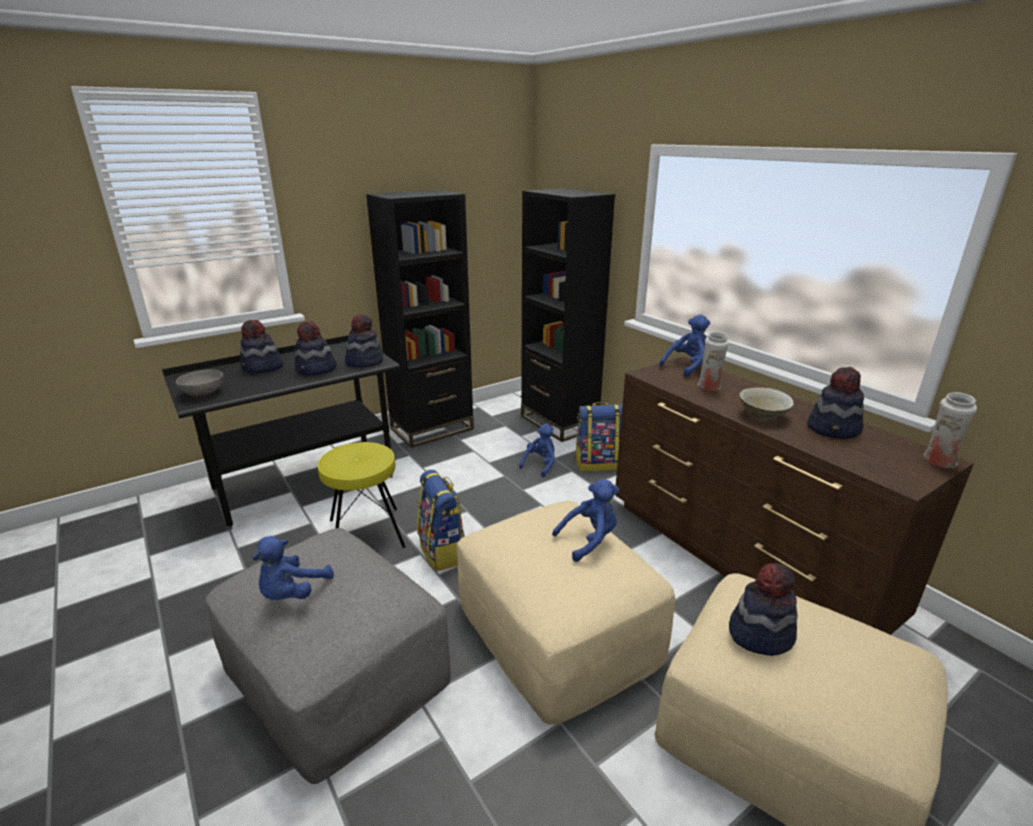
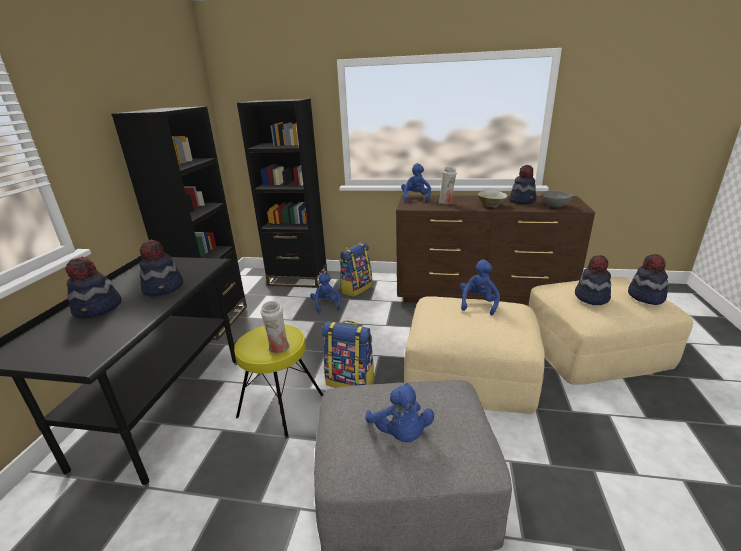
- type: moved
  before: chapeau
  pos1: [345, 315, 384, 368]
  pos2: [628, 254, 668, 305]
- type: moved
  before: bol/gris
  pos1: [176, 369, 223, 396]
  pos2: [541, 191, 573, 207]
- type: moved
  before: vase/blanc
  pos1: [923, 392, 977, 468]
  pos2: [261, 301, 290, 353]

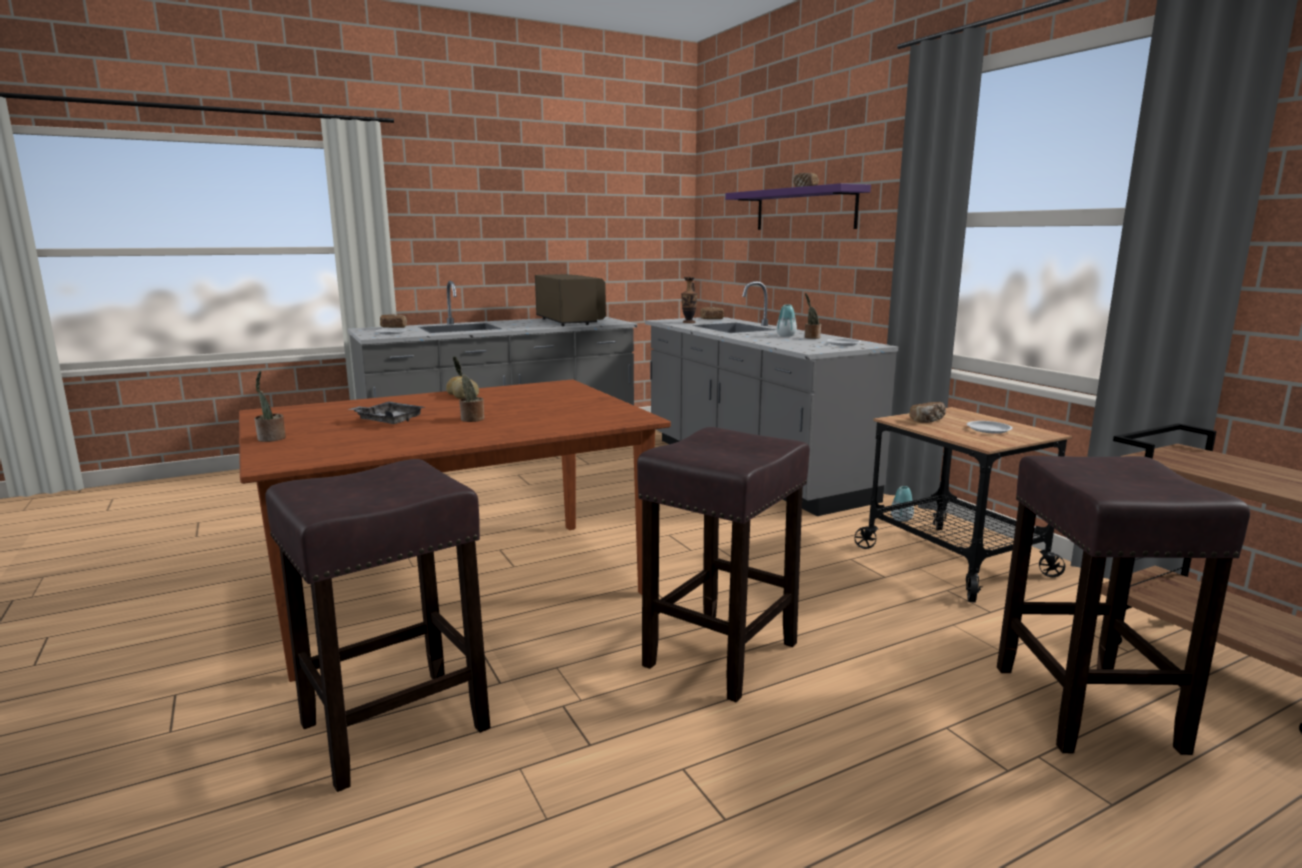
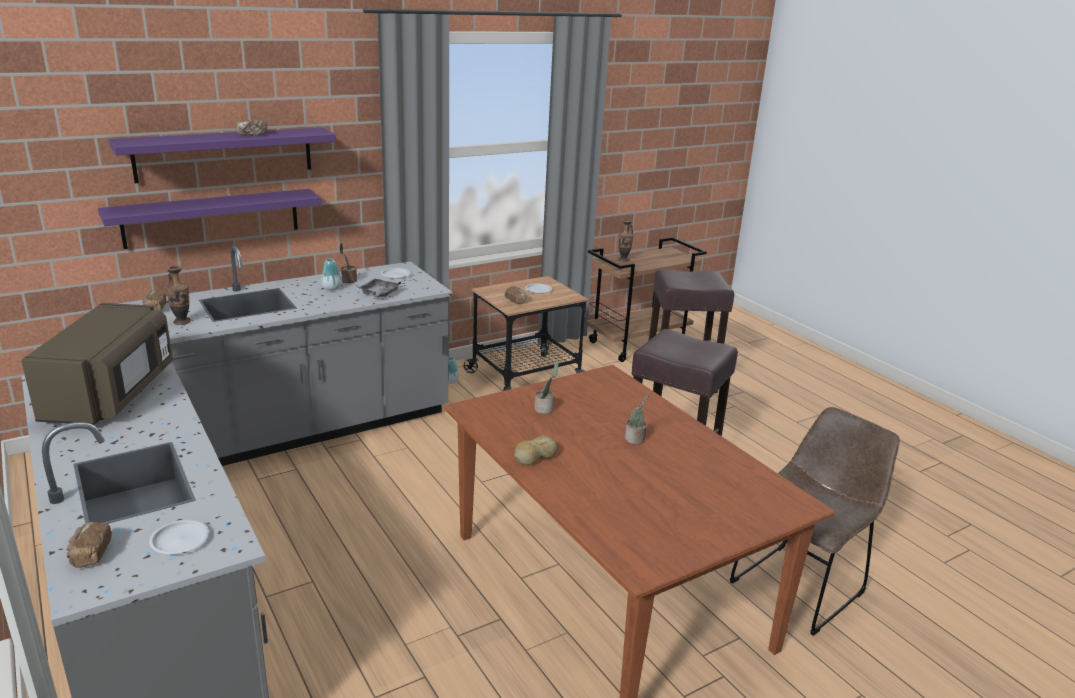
- type: turned
  before: micro-ondes/marron
  pos1: [535, 274, 606, 326]
  pos2: [21, 303, 173, 425]
  turn: 120
- type: moved
  before: plante en pot
  pos1: [255, 371, 286, 442]
  pos2: [534, 360, 559, 414]
- type: moved
  before: plateau/gris
  pos1: [349, 401, 425, 424]
  pos2: [358, 279, 401, 297]
- type: replaced
  before: tabouret/marron
  after: chaise/marron
  pos1: [265, 459, 490, 792]
  pos2: [730, 407, 900, 636]
- type: added
  after: étagère/violet
  pos2: [98, 189, 322, 249]
- type: added
  after: vase
  pos2: [618, 219, 634, 262]

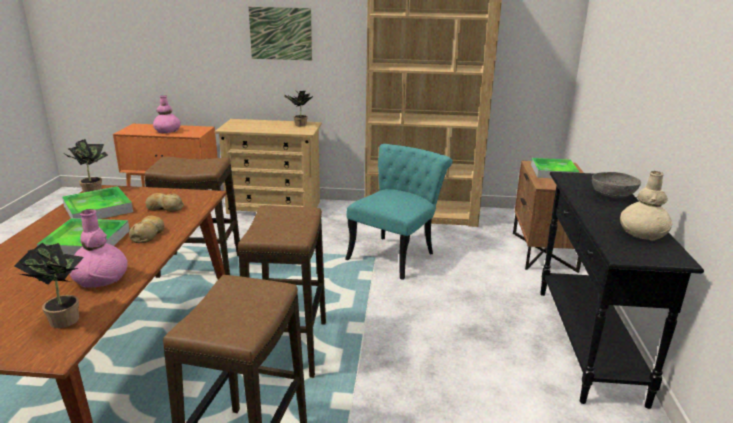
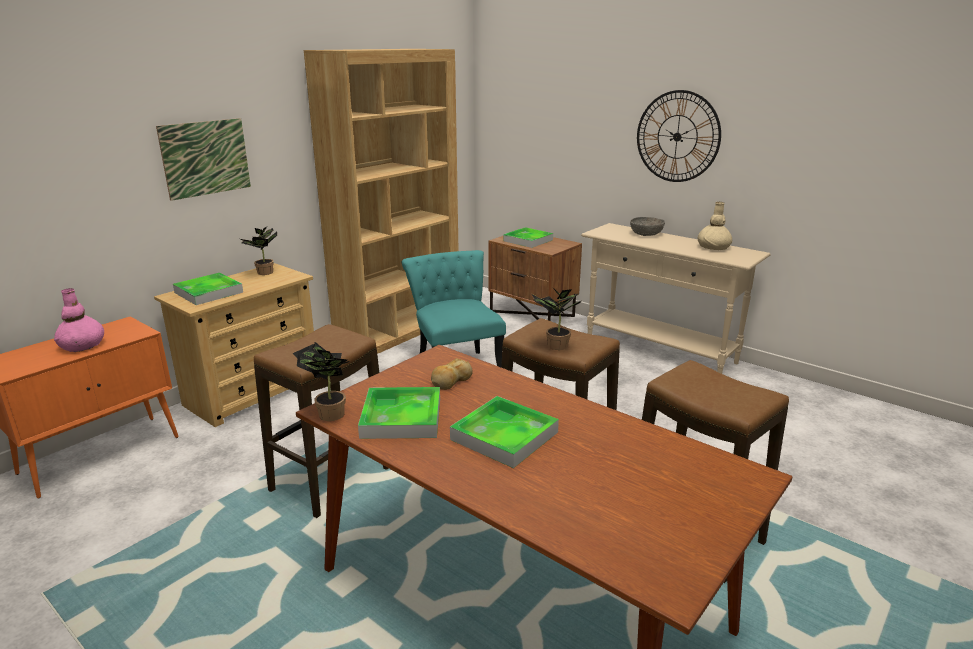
- type: recoloured
  before: table console/noir
  after: table console/beige
  pos1: [540, 172, 704, 409]
  pos2: [581, 223, 771, 374]
- type: removed
  before: vase/rose
  pos1: [70, 209, 128, 288]
- type: removed
  before: pain
  pos1: [129, 216, 165, 243]
- type: moved
  before: plante en pot
  pos1: [14, 242, 84, 328]
  pos2: [532, 288, 581, 350]
- type: added
  after: horloge murale
  pos2: [637, 90, 721, 182]
- type: added
  after: plateau
  pos2: [173, 273, 243, 305]

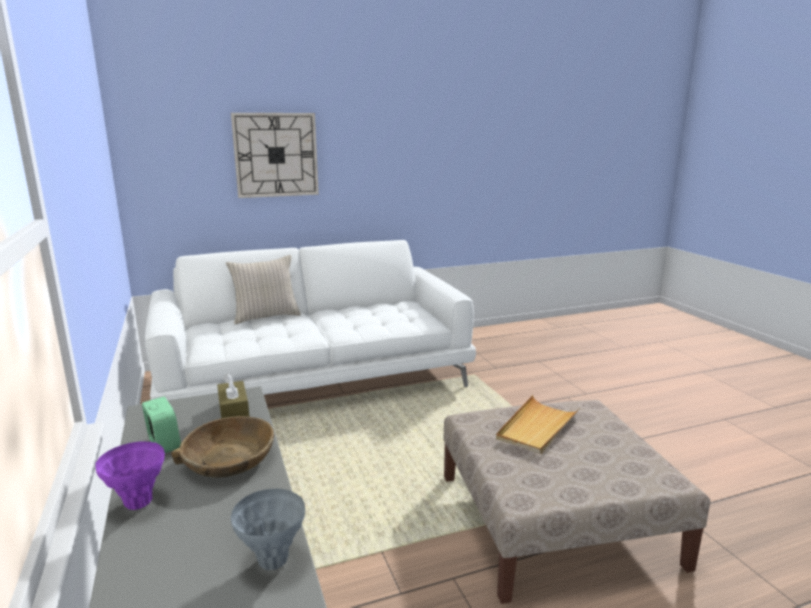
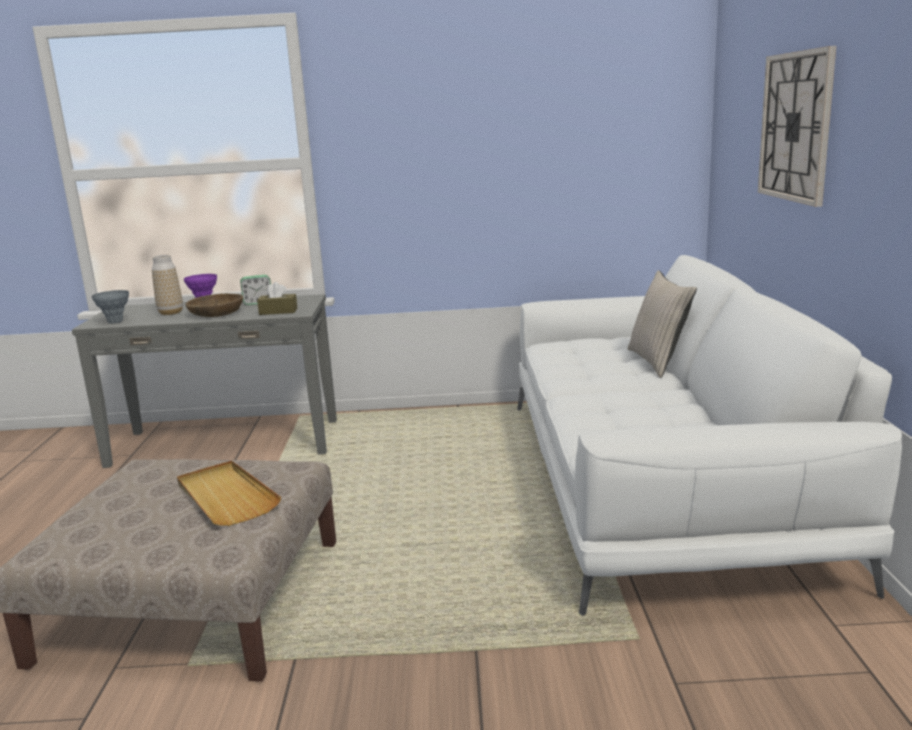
- type: added
  after: vase
  pos2: [152, 255, 183, 315]

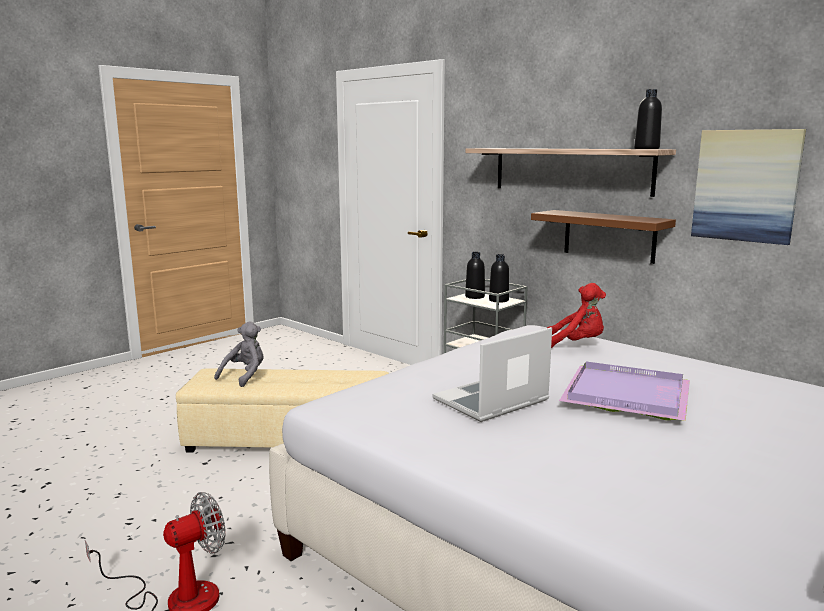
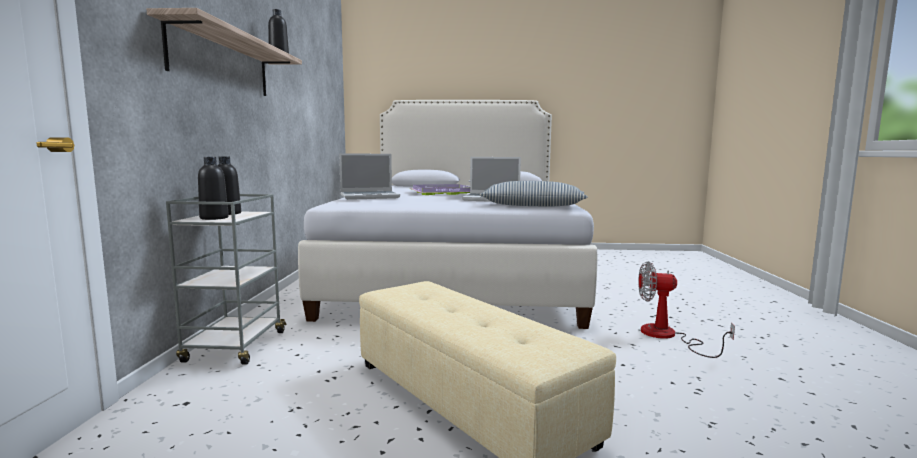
- type: removed
  before: tableau
  pos1: [691, 129, 806, 245]
- type: removed
  before: étagère/marron
  pos1: [531, 210, 676, 264]
- type: replaced
  before: peluche/rouge
  after: ordinateur portable
  pos1: [547, 283, 606, 348]
  pos2: [339, 153, 400, 200]
- type: removed
  before: peluche/gris
  pos1: [214, 321, 264, 387]
- type: added
  after: coussin
  pos2: [479, 181, 588, 206]

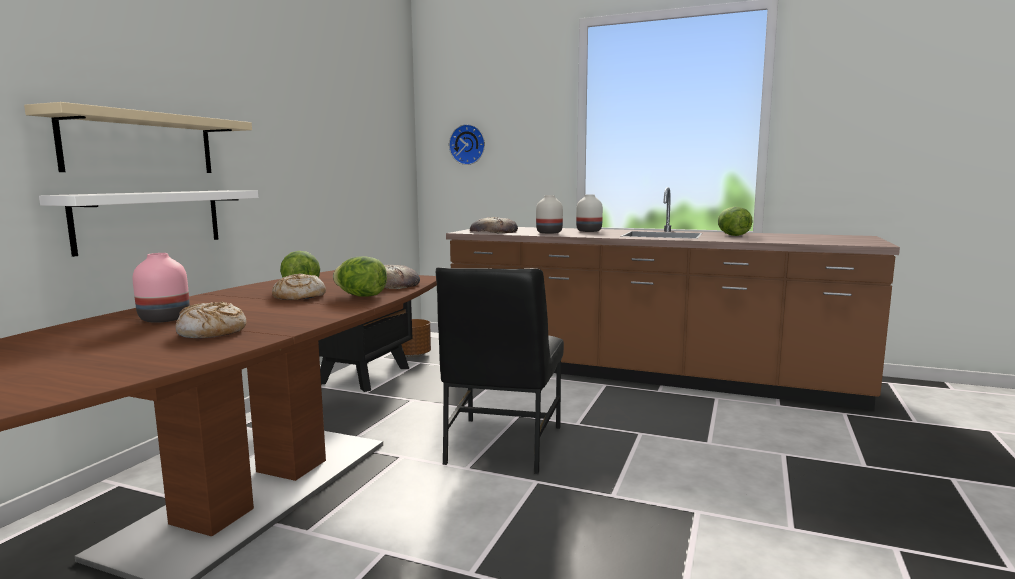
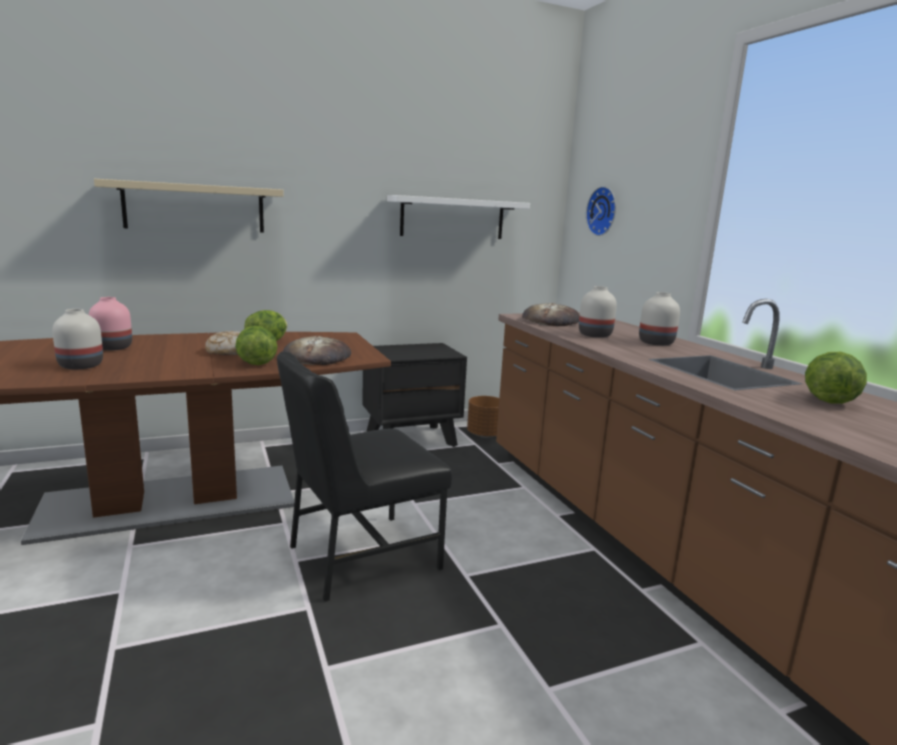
- type: moved
  before: étagère/blanc
  pos1: [39, 190, 258, 257]
  pos2: [387, 195, 530, 239]
- type: replaced
  before: pain
  after: vase/blanc
  pos1: [176, 302, 247, 338]
  pos2: [52, 309, 103, 370]

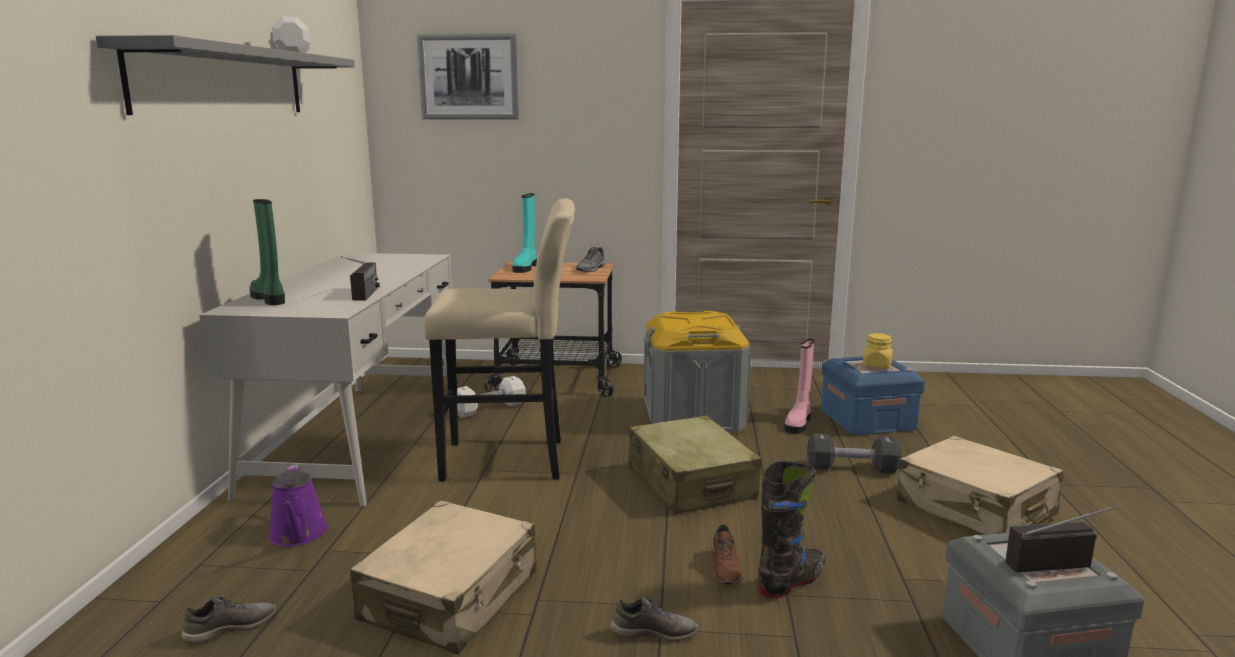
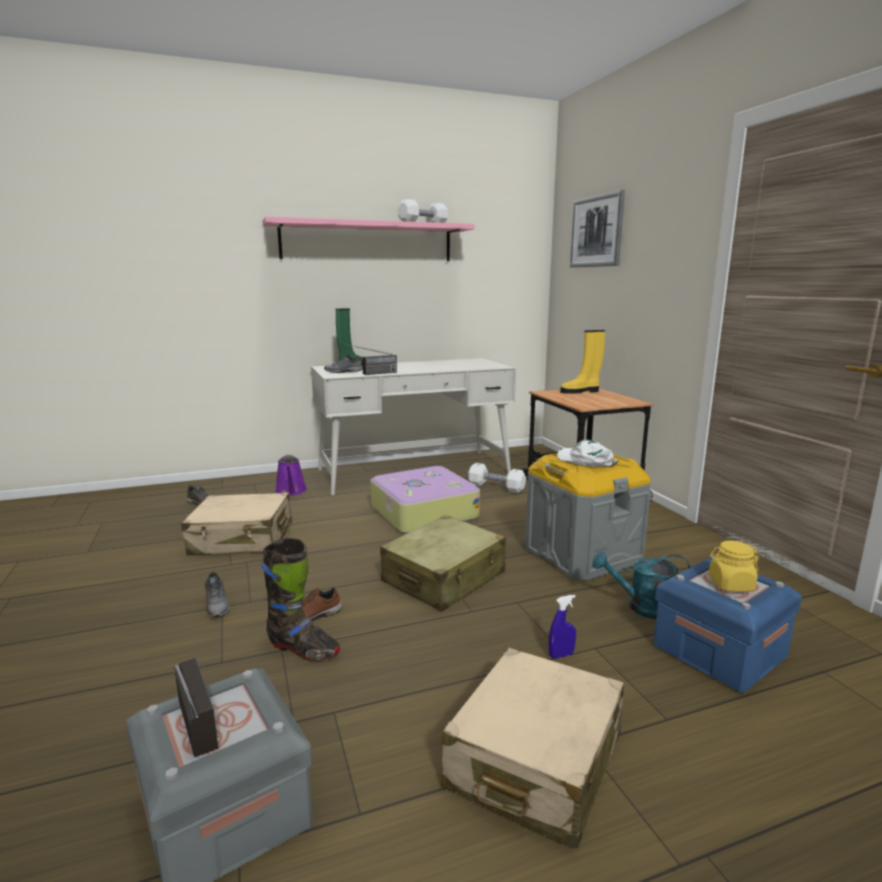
- type: recoloured
  before: étagère/gris
  after: étagère/rose
  pos1: [95, 35, 355, 115]
  pos2: [263, 217, 475, 261]
- type: recoloured
  before: botte/turquoise
  after: botte/jaune
  pos1: [512, 193, 537, 273]
  pos2: [560, 330, 605, 394]
- type: replaced
  before: tabouret/beige
  after: valise
  pos1: [424, 199, 575, 482]
  pos2: [370, 466, 480, 534]
- type: moved
  before: chaussure/gris
  pos1: [576, 247, 606, 272]
  pos2: [324, 354, 363, 373]
- type: replaced
  before: botte/rose
  after: arrosoir/turquoise
  pos1: [784, 339, 814, 434]
  pos2: [592, 551, 690, 619]
- type: replaced
  before: haltère/noir
  after: vaporisateur/bleu
  pos1: [807, 433, 902, 473]
  pos2: [549, 595, 576, 658]
- type: turned
  before: arrosoir/violet
  pos1: [268, 464, 328, 547]
  pos2: [275, 454, 307, 496]
  turn: -60
- type: added
  after: casquette/blanc
  pos2: [557, 440, 619, 467]

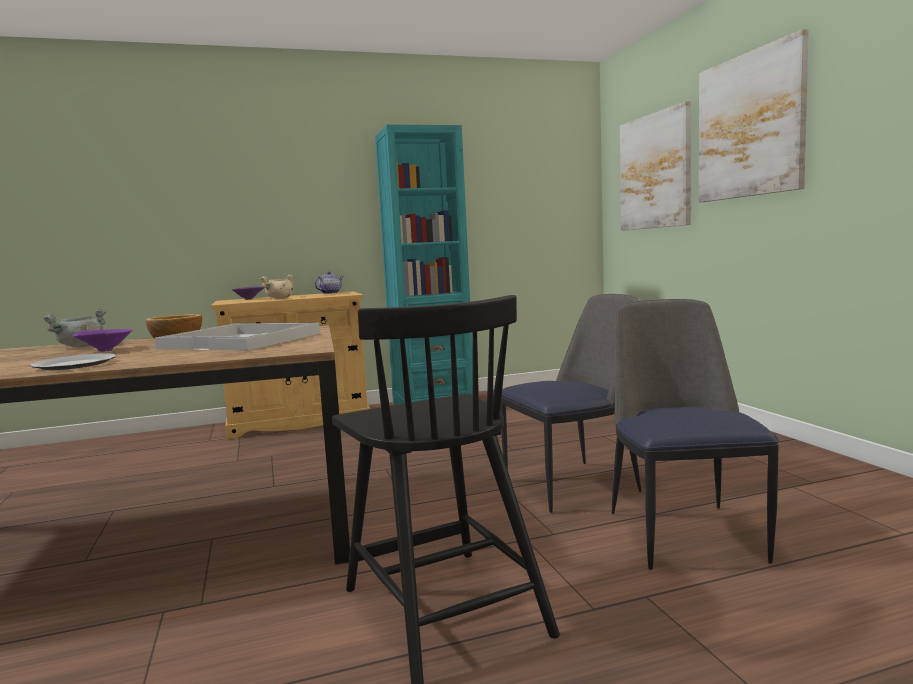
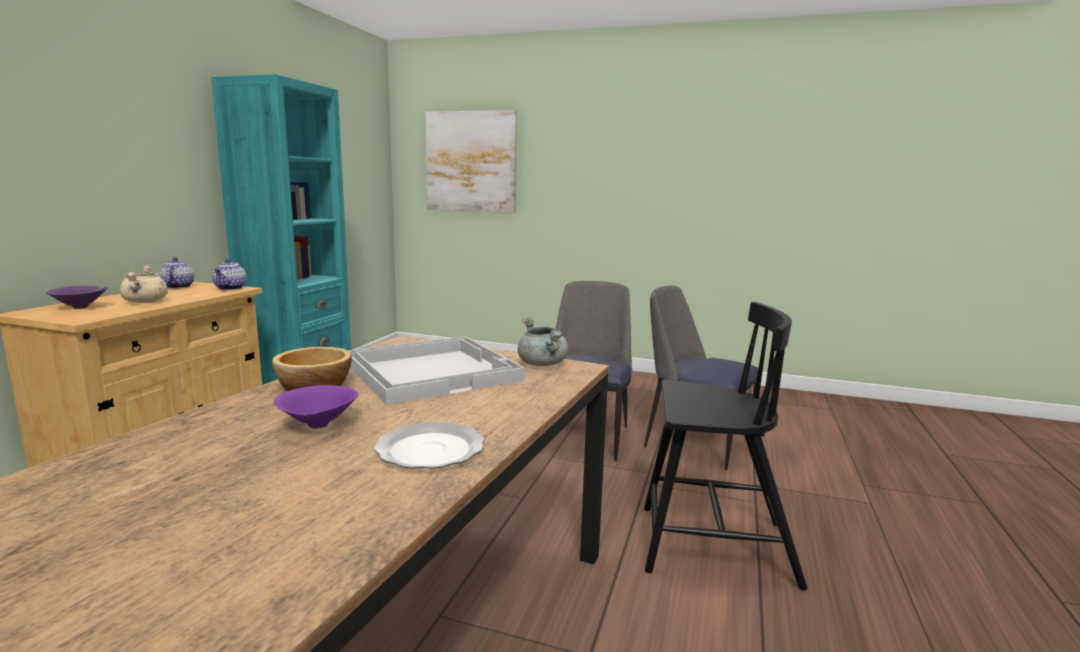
- type: removed
  before: tableau
  pos1: [699, 29, 809, 202]
- type: moved
  before: marmite/gris
  pos1: [43, 309, 107, 347]
  pos2: [518, 317, 568, 366]
- type: added
  after: théière
  pos2: [212, 259, 246, 290]

